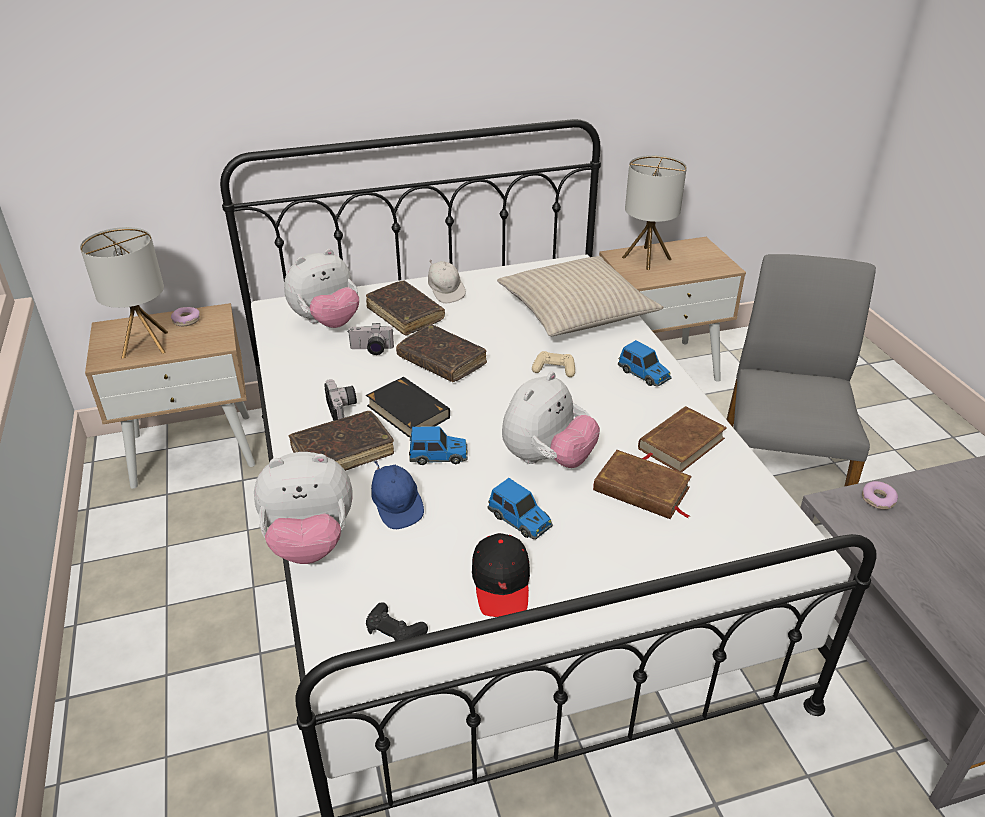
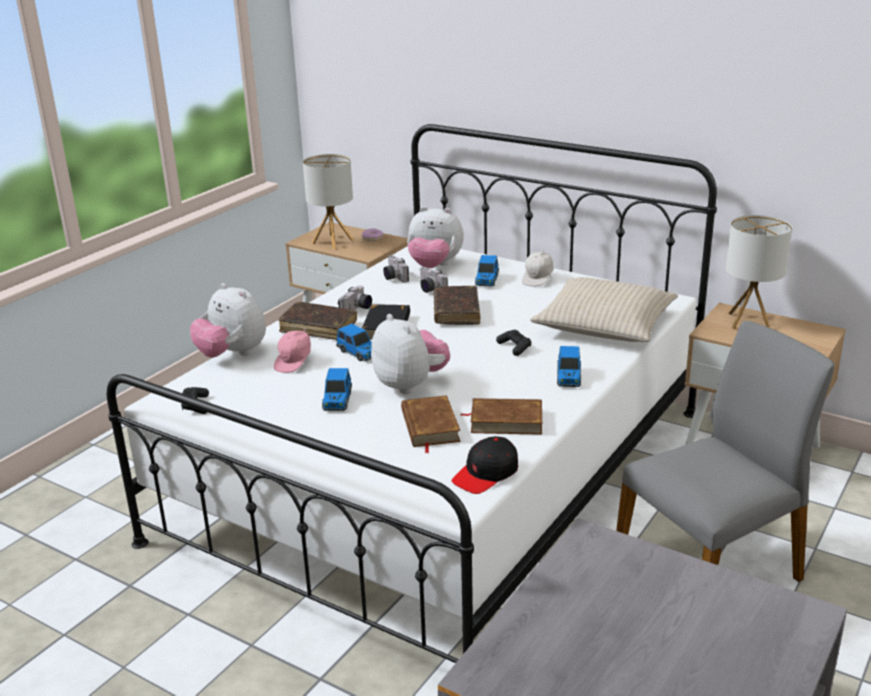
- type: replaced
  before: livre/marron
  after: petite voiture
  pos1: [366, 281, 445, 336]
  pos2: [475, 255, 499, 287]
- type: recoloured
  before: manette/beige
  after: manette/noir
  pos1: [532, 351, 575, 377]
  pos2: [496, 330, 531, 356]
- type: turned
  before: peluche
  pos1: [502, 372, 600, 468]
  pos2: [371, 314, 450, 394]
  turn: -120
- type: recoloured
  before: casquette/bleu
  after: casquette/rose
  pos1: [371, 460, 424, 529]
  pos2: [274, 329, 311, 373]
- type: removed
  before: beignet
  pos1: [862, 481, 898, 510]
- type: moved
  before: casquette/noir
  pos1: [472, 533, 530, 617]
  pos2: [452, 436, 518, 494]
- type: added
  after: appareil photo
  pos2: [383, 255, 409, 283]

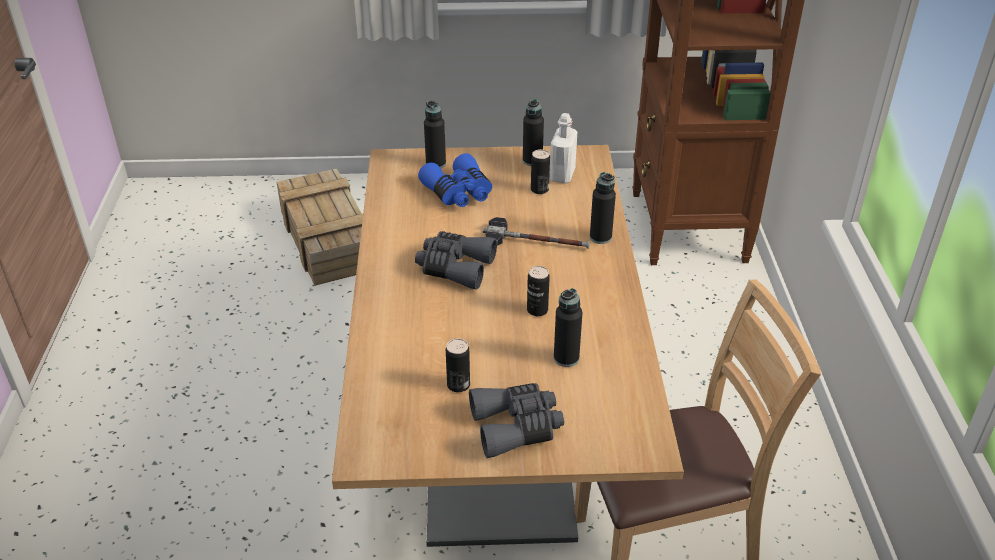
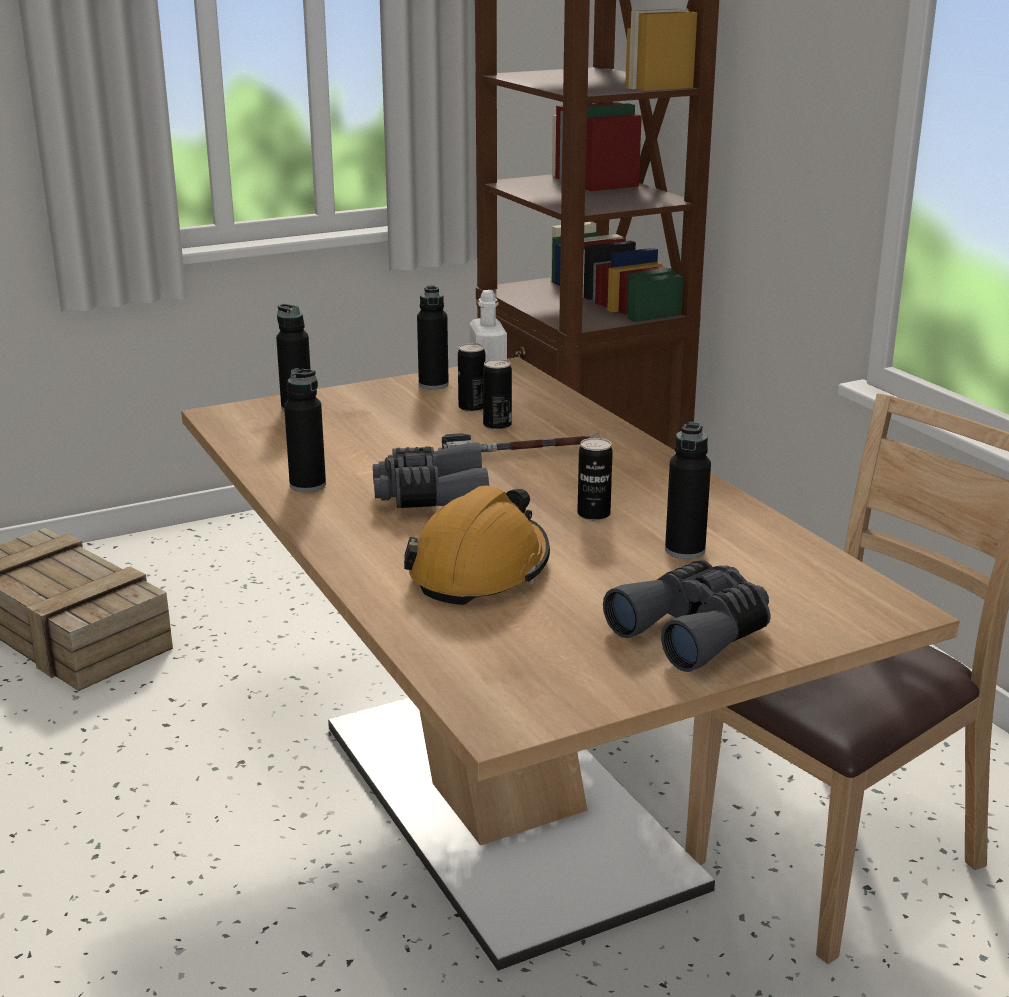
- type: removed
  before: jumelles/bleu
  pos1: [418, 153, 492, 207]
- type: moved
  before: bouteille/noir
  pos1: [590, 172, 616, 244]
  pos2: [284, 368, 326, 492]
- type: moved
  before: boîte métallique
  pos1: [446, 338, 470, 392]
  pos2: [483, 359, 512, 430]
- type: added
  after: casque de chantier/orange
  pos2: [404, 485, 550, 605]

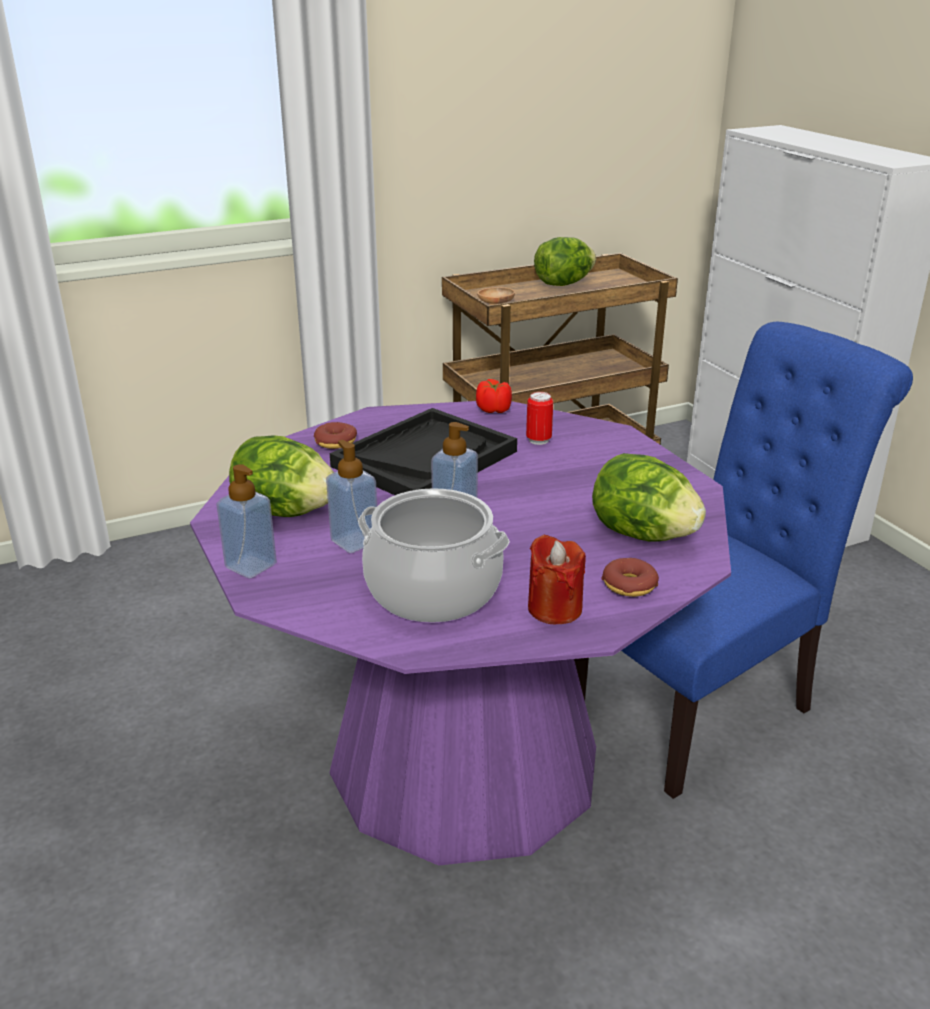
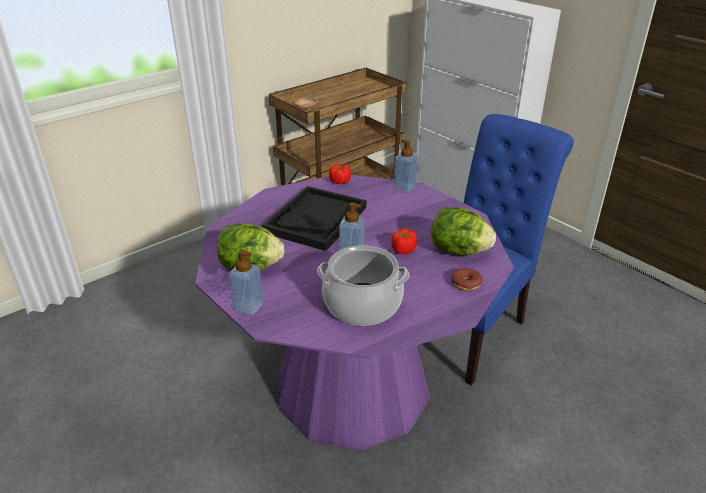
- type: removed
  before: laitue
  pos1: [534, 237, 596, 286]
- type: removed
  before: boîte métallique
  pos1: [526, 392, 553, 445]
- type: removed
  before: beignet
  pos1: [314, 422, 357, 449]
- type: moved
  before: distributeur de savon
  pos1: [326, 440, 377, 553]
  pos2: [394, 139, 418, 192]
- type: removed
  before: bougie/rouge
  pos1: [528, 534, 586, 624]
- type: added
  after: tomate
  pos2: [391, 228, 417, 254]

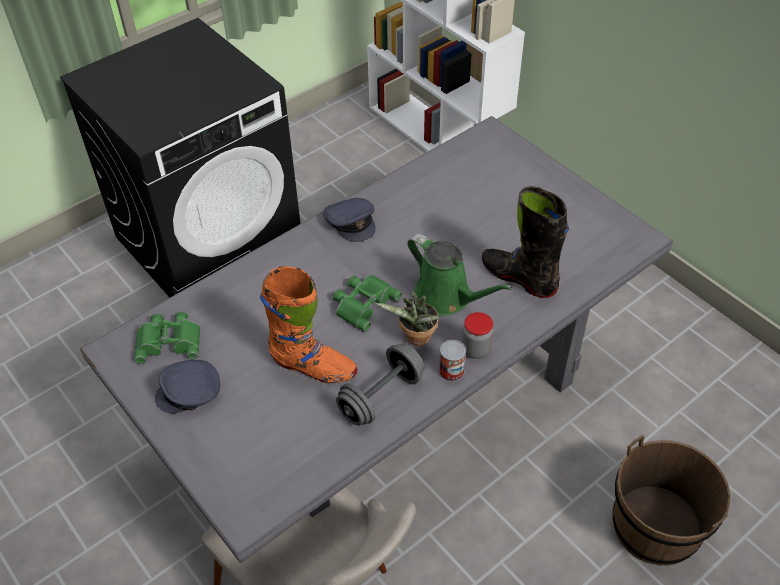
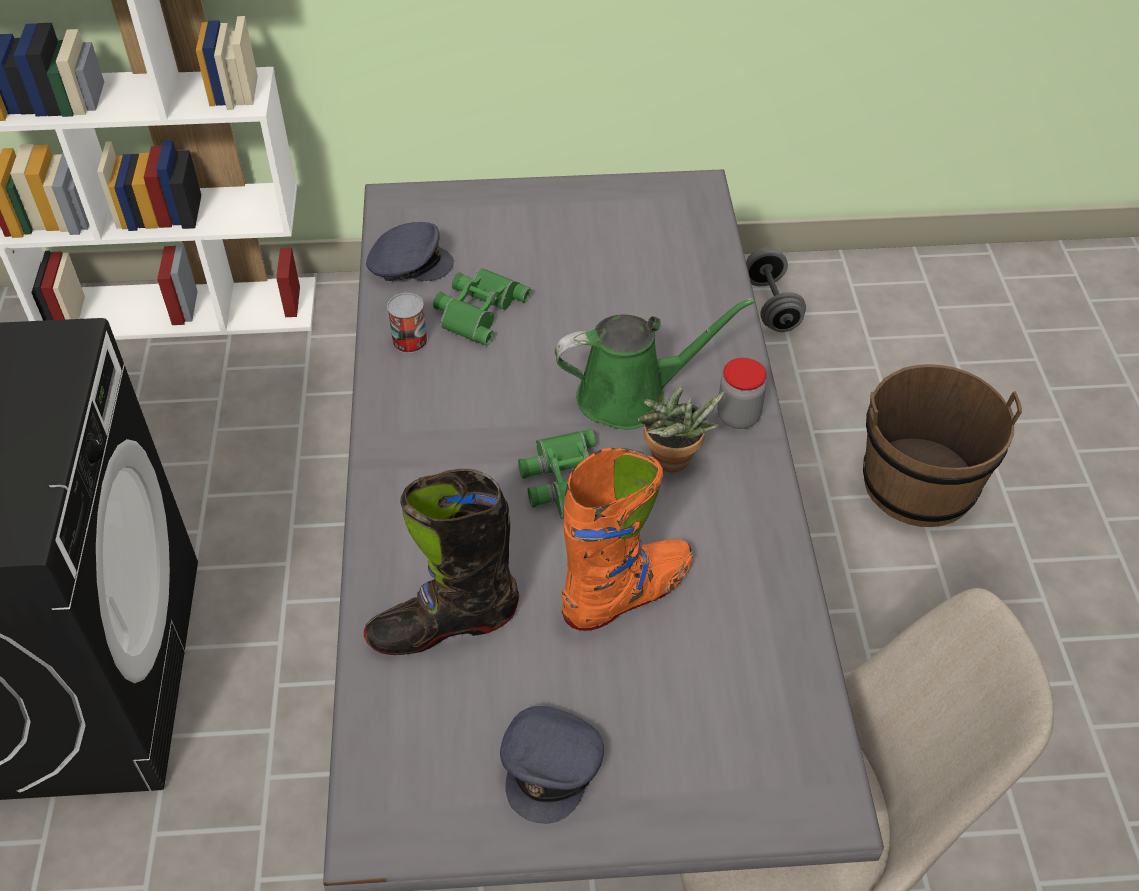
- type: moved
  before: botte/noir
  pos1: [482, 186, 569, 298]
  pos2: [364, 469, 519, 655]
- type: moved
  before: casquette/gris
  pos1: [323, 198, 376, 242]
  pos2: [366, 222, 454, 281]
- type: moved
  before: jumelles/vert
  pos1: [134, 312, 200, 364]
  pos2: [433, 268, 531, 346]
- type: moved
  before: boîte métallique
  pos1: [439, 340, 466, 382]
  pos2: [387, 293, 428, 353]
- type: moved
  before: haltère/gris
  pos1: [336, 344, 425, 426]
  pos2: [746, 247, 806, 332]

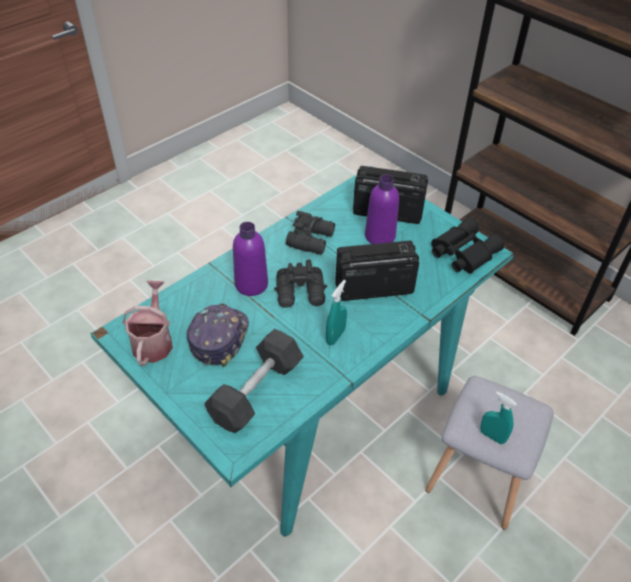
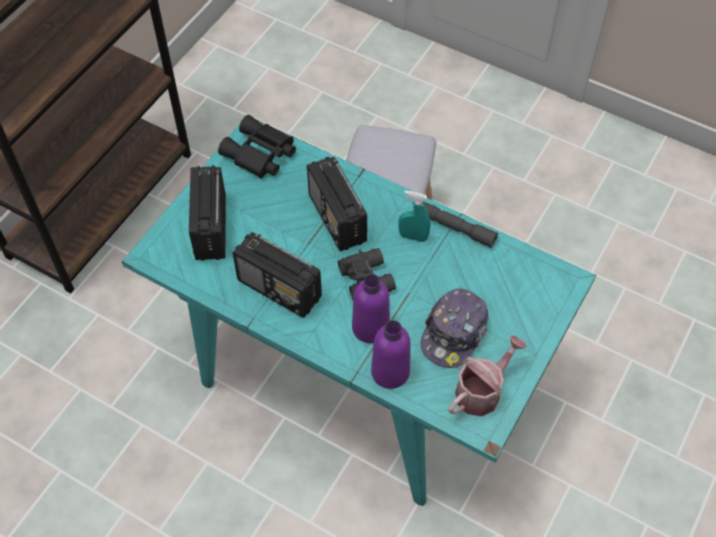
- type: moved
  before: bouteille/violet
  pos1: [365, 175, 399, 244]
  pos2: [371, 320, 411, 389]
- type: replaced
  before: jumelles/noir
  after: radio
  pos1: [286, 211, 335, 254]
  pos2: [233, 232, 322, 318]
- type: turned
  before: arrosoir
  pos1: [123, 281, 173, 366]
  pos2: [449, 335, 526, 416]
  turn: 150
- type: turned
  before: casquette
  pos1: [186, 304, 249, 367]
  pos2: [421, 288, 488, 368]
  turn: -60
- type: removed
  before: haltère/noir
  pos1: [204, 329, 304, 433]
- type: removed
  before: vaporisateur/turquoise
  pos1: [480, 391, 517, 444]
- type: added
  after: lampe de poche/gris
  pos2: [422, 202, 498, 248]

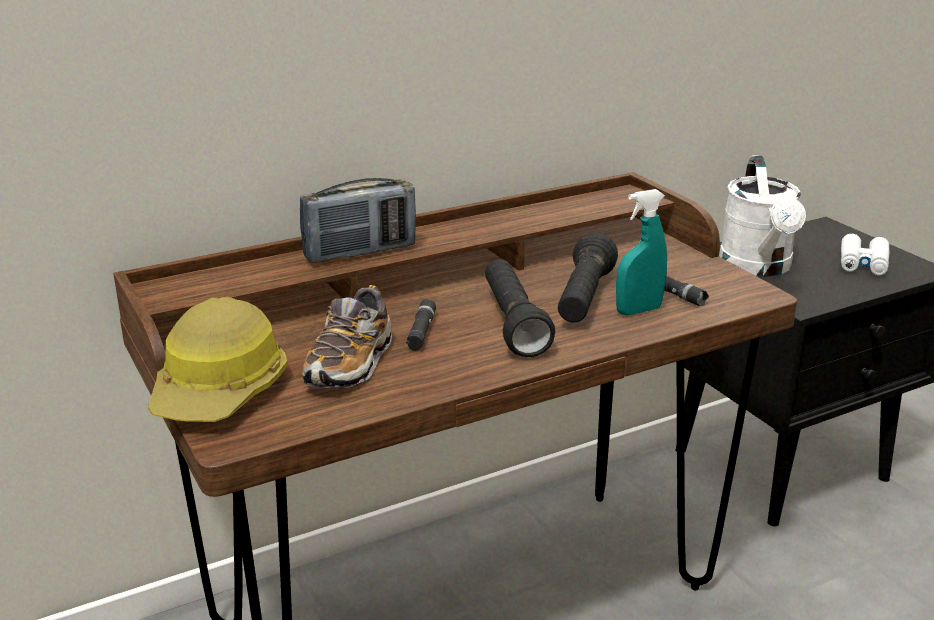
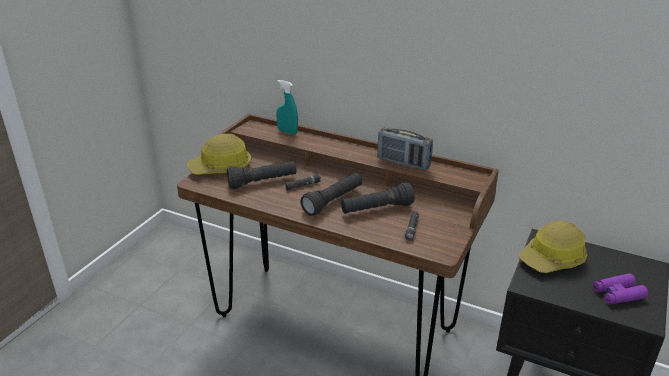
- type: replaced
  before: arrosoir/blanc
  after: casque de chantier
  pos1: [719, 156, 806, 277]
  pos2: [519, 221, 587, 273]
- type: moved
  before: radio
  pos1: [300, 178, 416, 263]
  pos2: [377, 128, 433, 170]
- type: moved
  before: vaporisateur/turquoise
  pos1: [616, 189, 667, 315]
  pos2: [276, 80, 298, 135]
- type: recoloured
  before: jumelles/blanc
  after: jumelles/violet
  pos1: [841, 234, 889, 275]
  pos2: [593, 273, 648, 304]
- type: replaced
  before: chaussure
  after: lampe de poche/noir
  pos1: [303, 285, 392, 389]
  pos2: [227, 161, 296, 189]

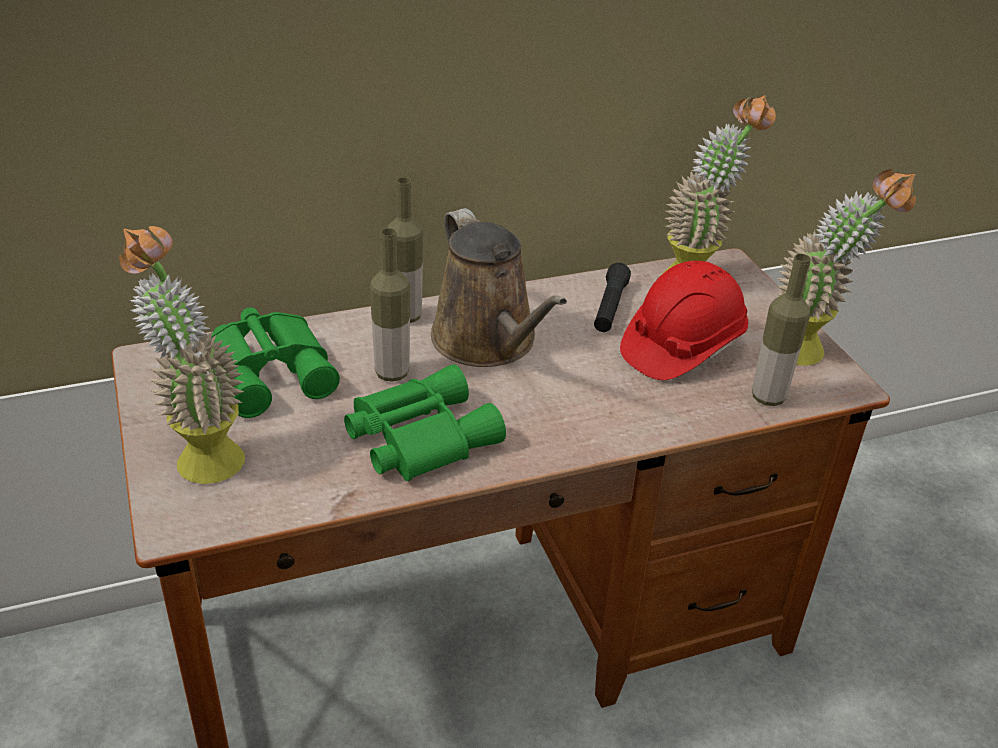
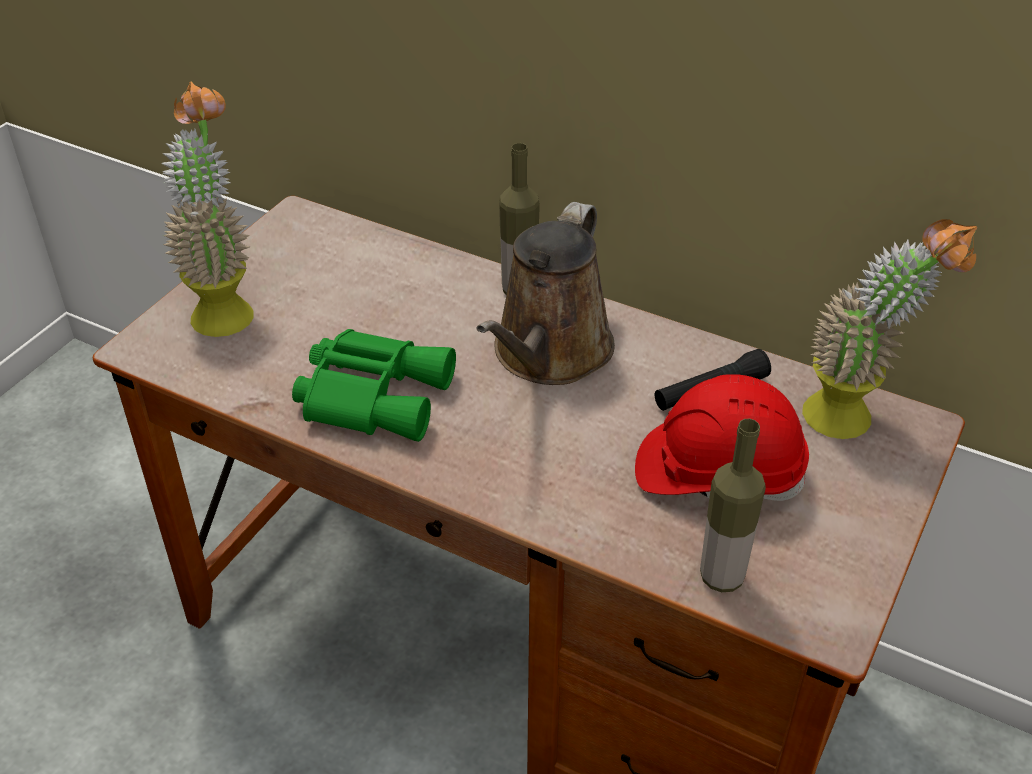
- type: removed
  before: plante en pot
  pos1: [777, 169, 916, 366]
- type: removed
  before: bouteille
  pos1: [370, 228, 410, 382]
- type: removed
  before: jumelles/vert
  pos1: [211, 307, 340, 418]

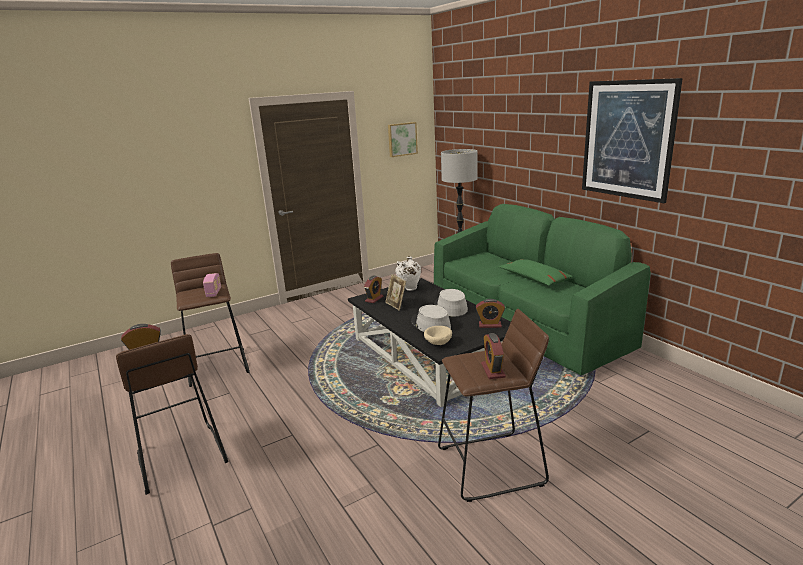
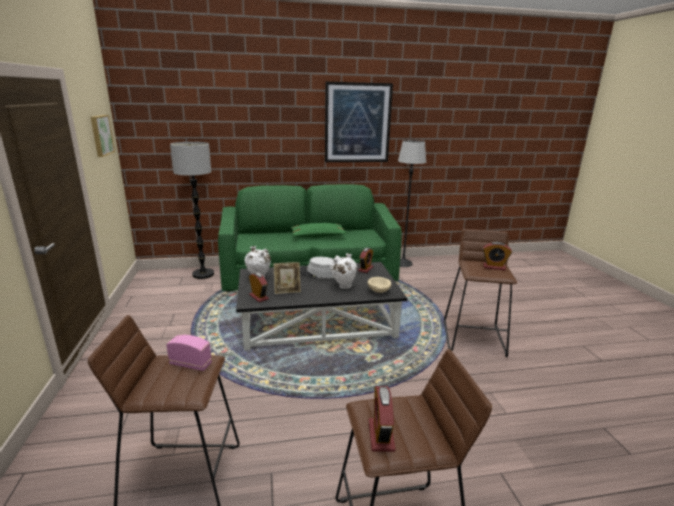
- type: replaced
  before: chapeau/gris
  after: vase/blanc
  pos1: [411, 305, 451, 332]
  pos2: [330, 253, 357, 289]
- type: added
  after: lampadaire
  pos2: [398, 140, 426, 267]

